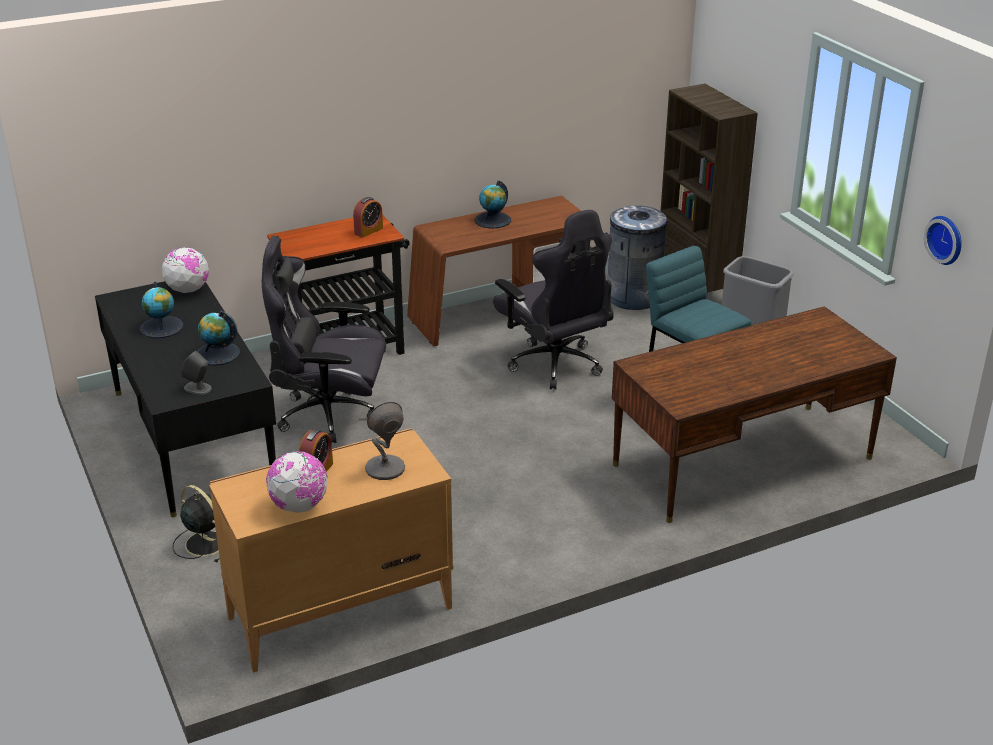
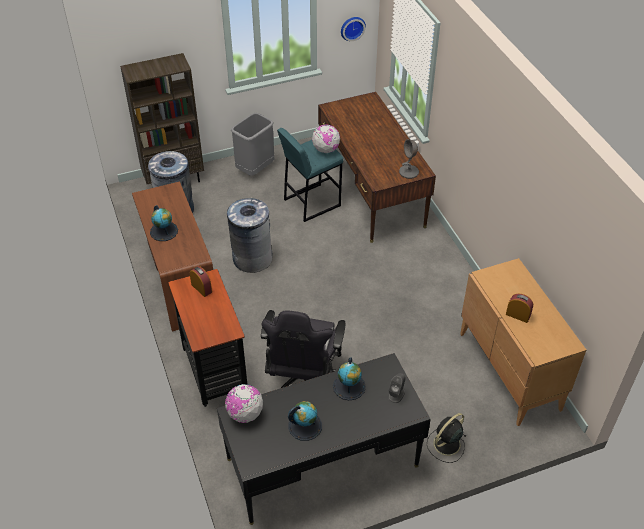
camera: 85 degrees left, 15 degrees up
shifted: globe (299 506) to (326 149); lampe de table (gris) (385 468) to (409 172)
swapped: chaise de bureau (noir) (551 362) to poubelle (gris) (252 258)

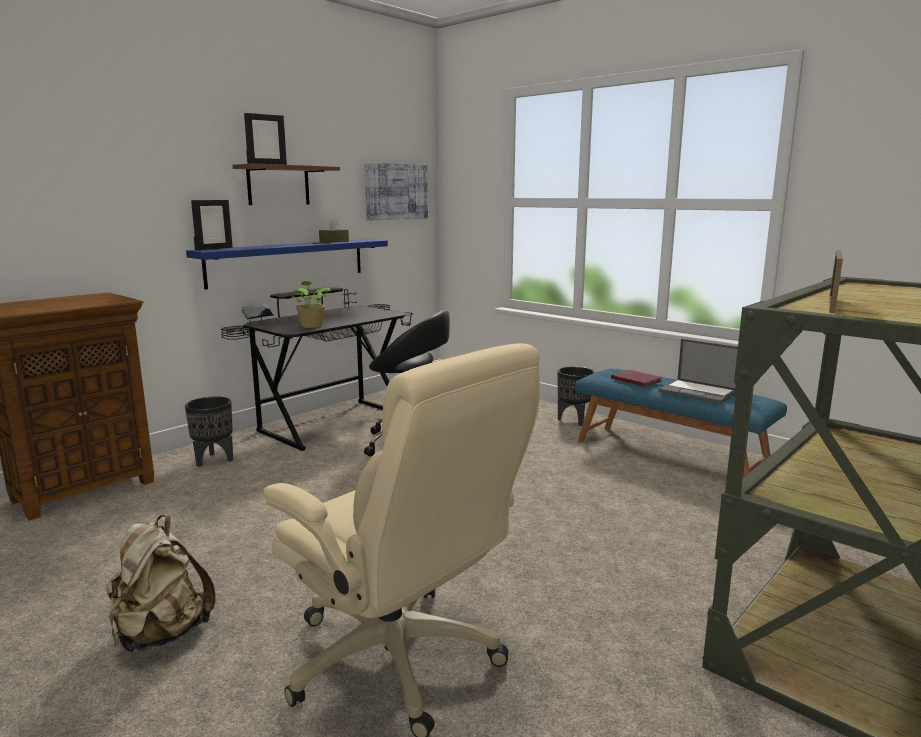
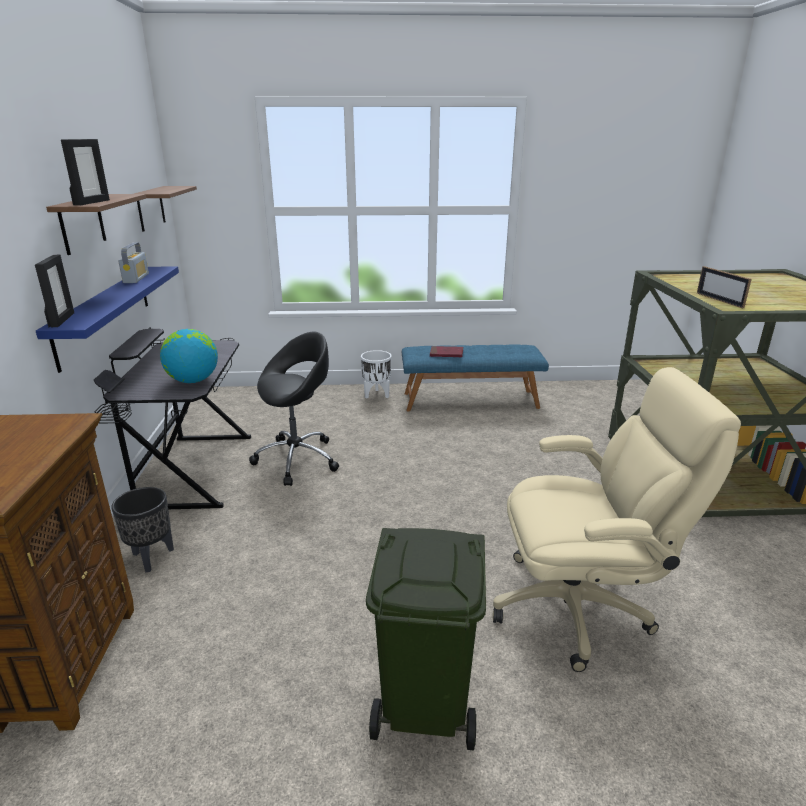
camera: 45 degrees left, 10 degrees up
gone: ordinateur portable (699 392)
swapped: boîte à mouchoirs (marron) (334 241) to radio (136 278); tableau (396 191) to étagère (150 208); plante en pot (311 326) to globe (193 381); sac à dos (beige) (161 634) to poubelle (vert) (427 703)
repainted: cache-pot (noir) (573 420) to cache-pot (blanc) (376 395)

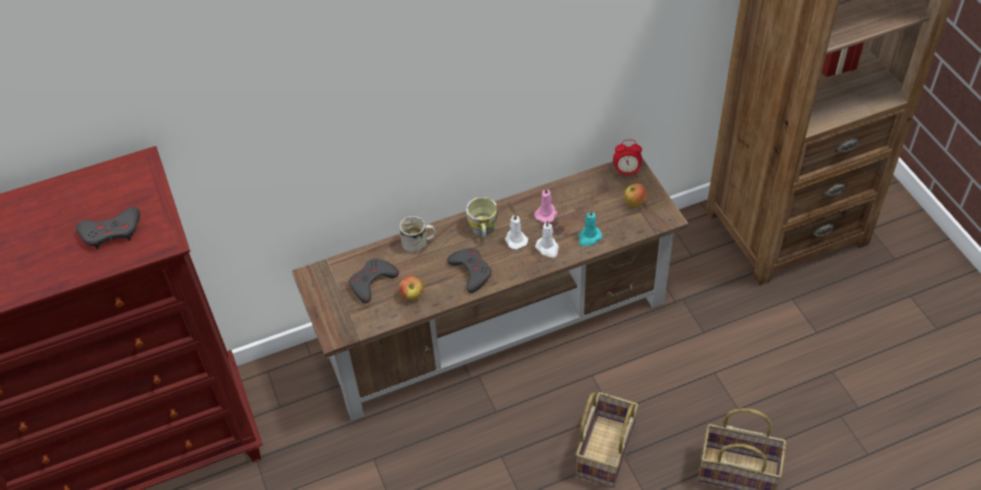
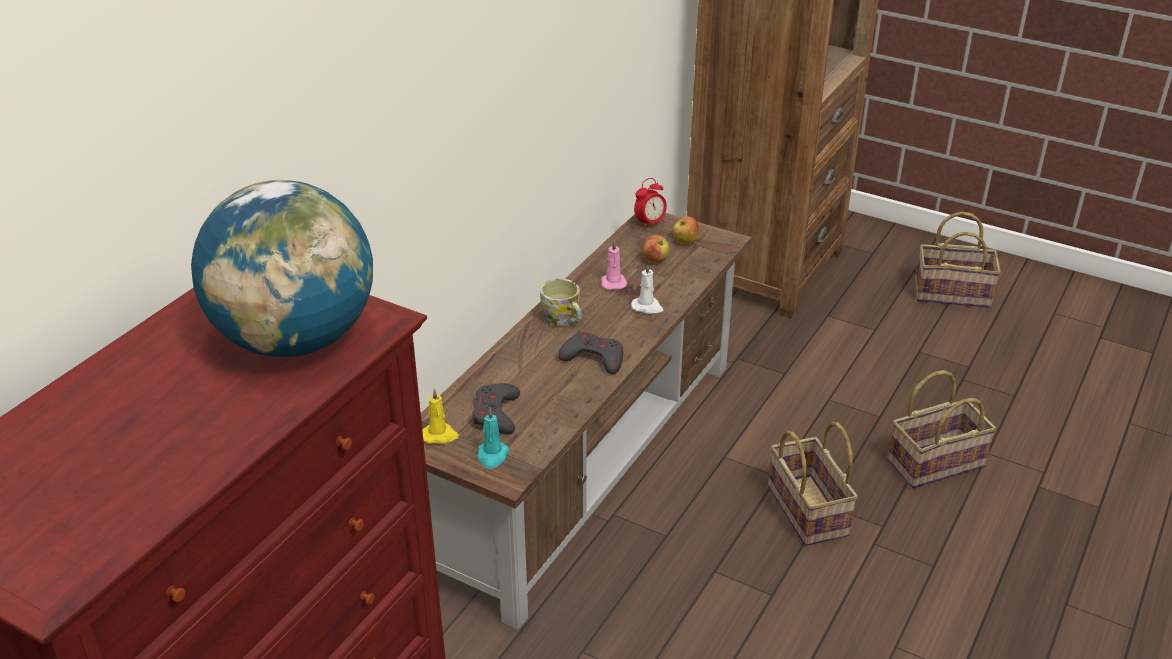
camera: 40 degrees left, 15 degrees down
gone: mug (blanc) (419 243); bougie (blanc) (515 240)
new: bougie (jaune) (440 435); panier (954 293)
shifted: bougie (turquoise) (589 237) to (492 456); pomme (412 295) to (655 260)
swapped: manette (gris) (111 232) to globe (296 341)

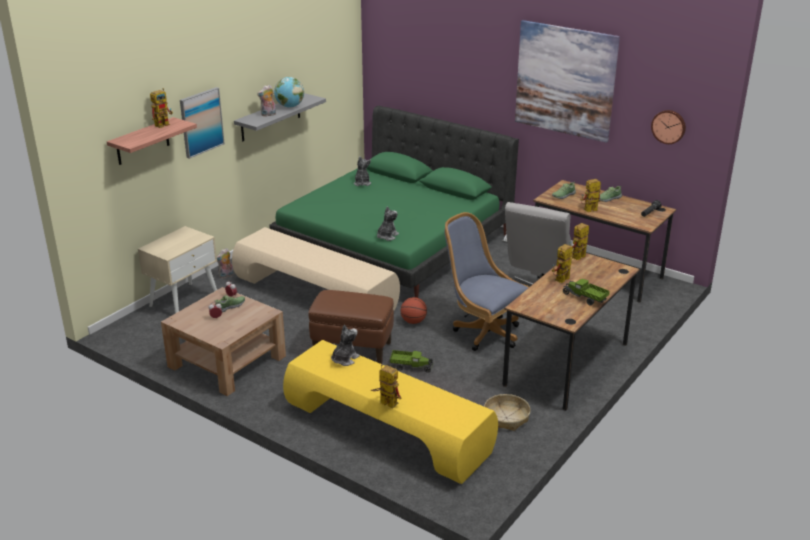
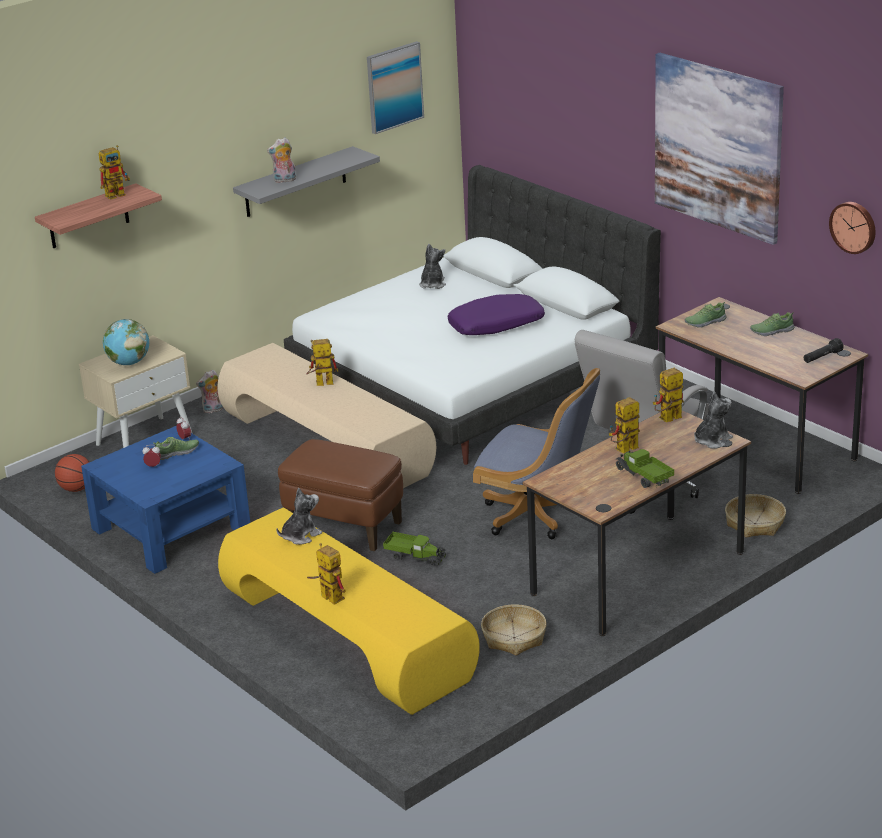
camera: 15 degrees right, 0 degrees up
new: coussin (violet) (496 325); panier (755 524)
shifted: ballon de basket (413 321) to (76 489); globe (289 106) to (129 363); robot jouet (588 211) to (320 384); tableau (201 122) to (394 87); peluche (387 236) to (711 440)
repainted: table basse (marron) (227 361) to table basse (bleu) (171 528); lit (vert) (395 243) to lit (blanc) (472 377)
rotated: chaise de bureau (bleu) (482 332) = (539 517) 150 degrees clockwise

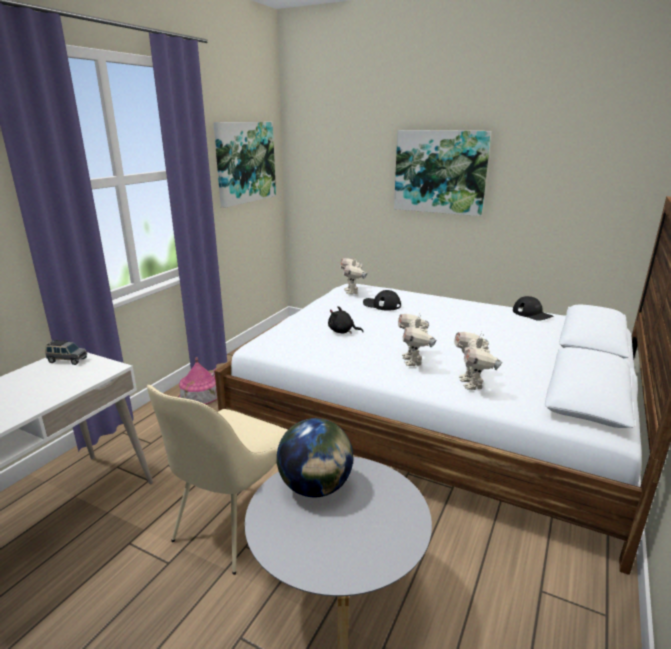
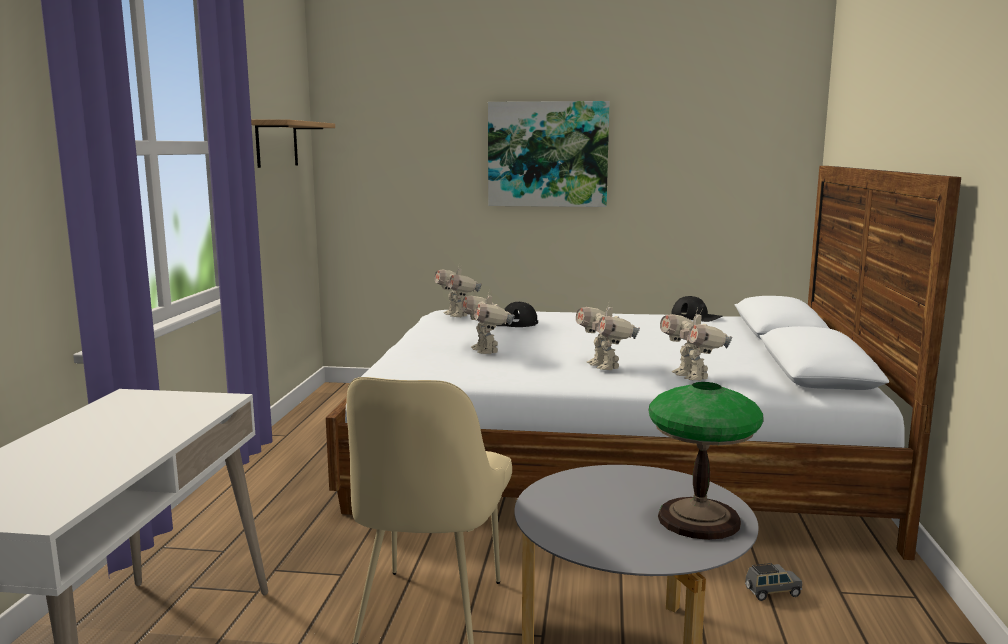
camera: 20 degrees left, 10 degrees down
gone: maison miniature (200 394); globe (316 487)
new: lampe de table (699 519)
shifted: petite voiture (gris) (67 360) to (772 593)
swapped: tableau (245 162) to étagère (277 144); peluche (noir) (342 331) to robot jouet (486 351)

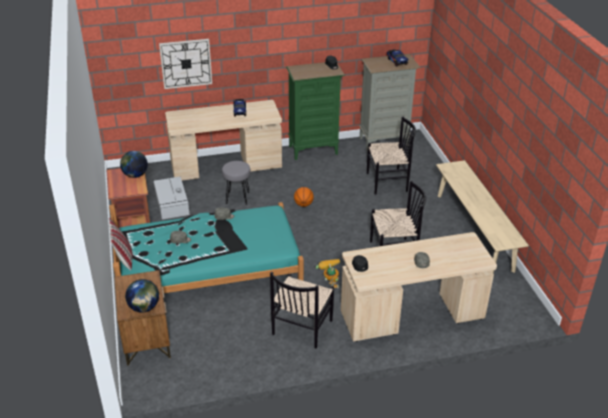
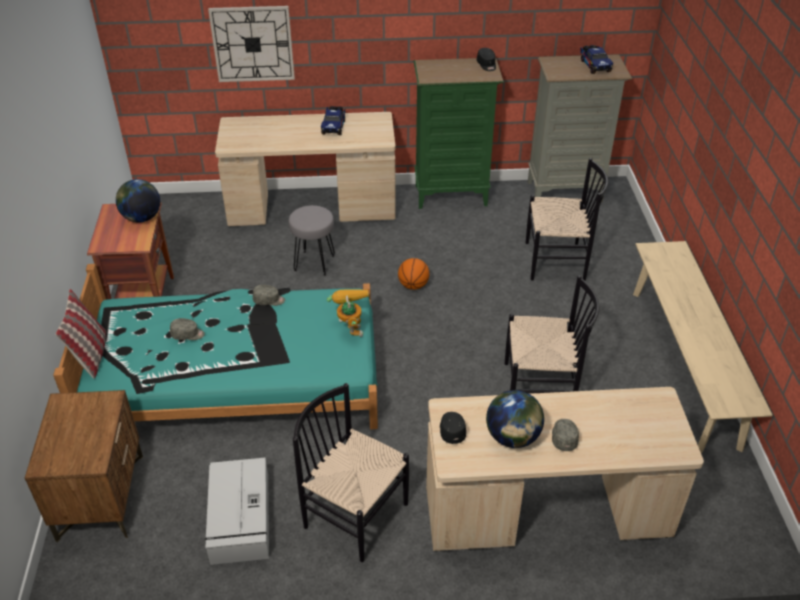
camera: 10 degrees right, 5 degrees up
shifted: boîte de rangement (gris) (172 203) to (240 519); robot jouet (329 283) to (350 327); globe (144 307) to (512 437)
rotated: chaise (noir) (301 329) = (352 513) 90 degrees clockwise

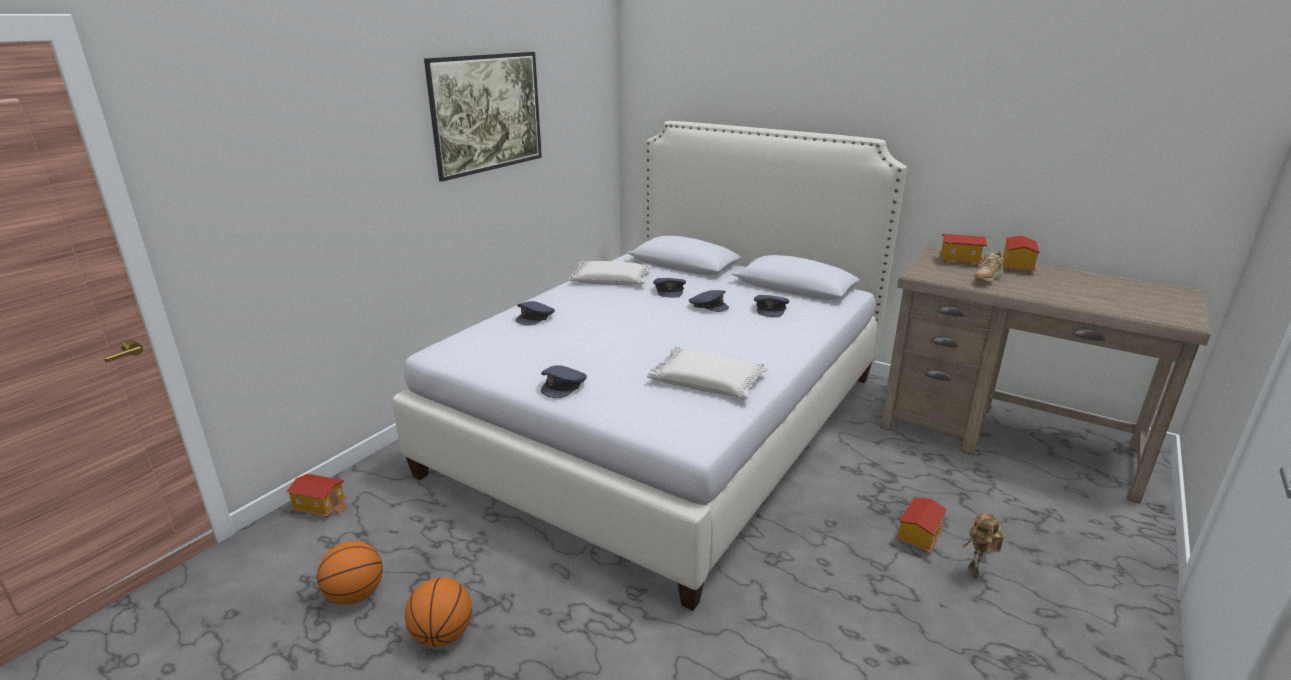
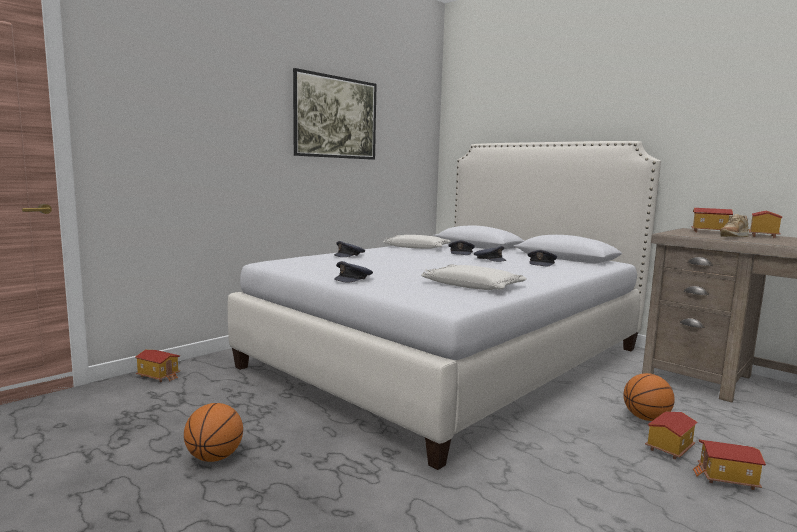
camera: 10 degrees right, 15 degrees down
shifted: ballon de basket (355 595) to (646 418)
swapped: robot jouet (975 573) to maison miniature (727 479)

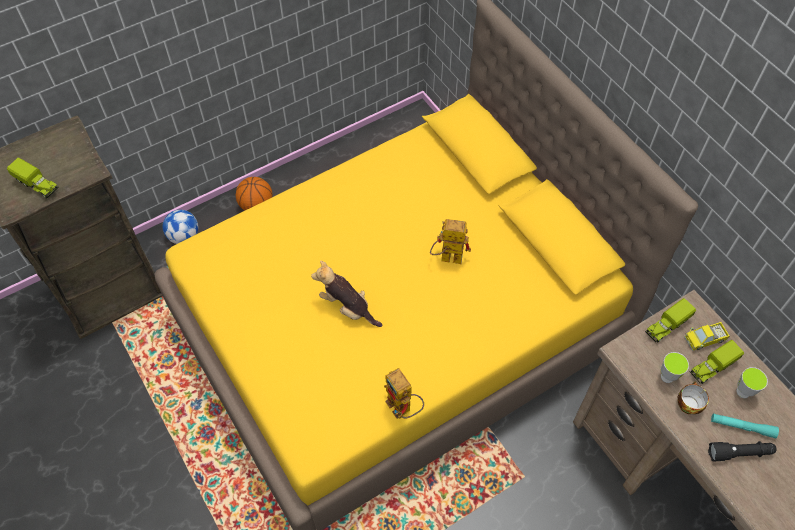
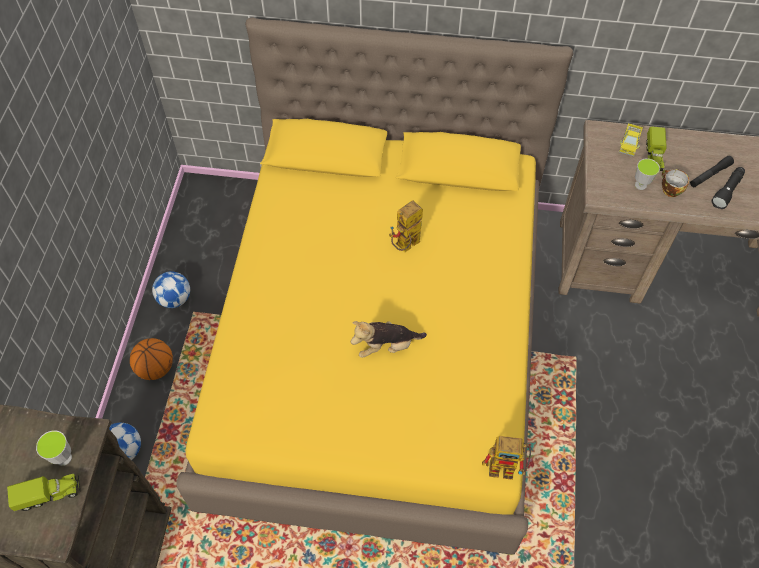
camera: 50 degrees left, 0 degrees up
gone: camion jouet (666 326)
new: ballon de foot (175 299)
shifted: tasse (743 392) to (64 458); robot jouet (403 409) to (507 467)
repainted: lampe de poche (turquoise) (742 427) to lampe de poche (noir) (710 175)

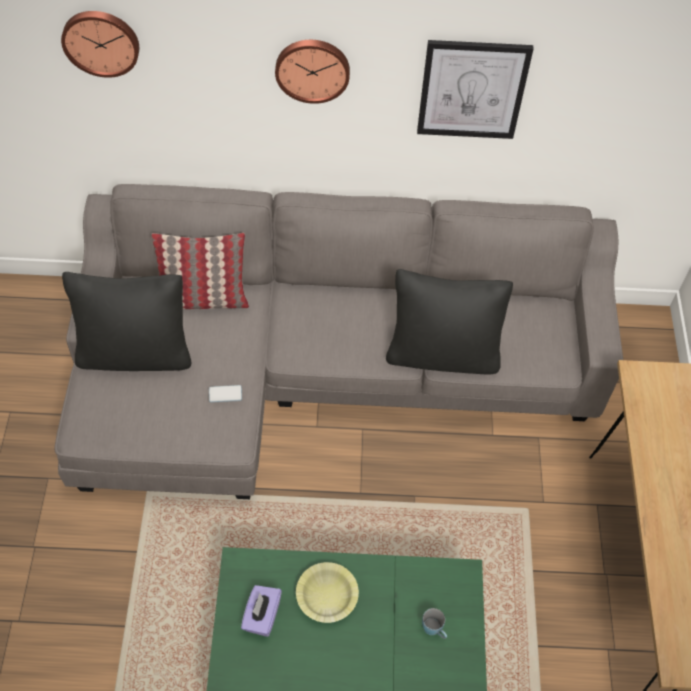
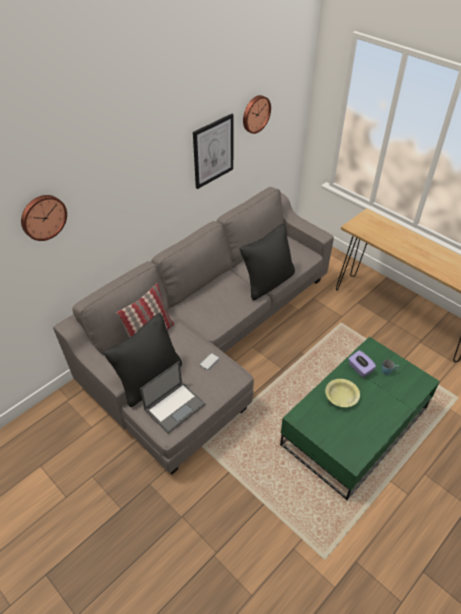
camera: 45 degrees left, 10 degrees down
new: ordinateur portable (175 406)
shifted: horloge murale (312 69) to (255 114); boîte à mouchoirs (violet) (262 616) to (360 369)

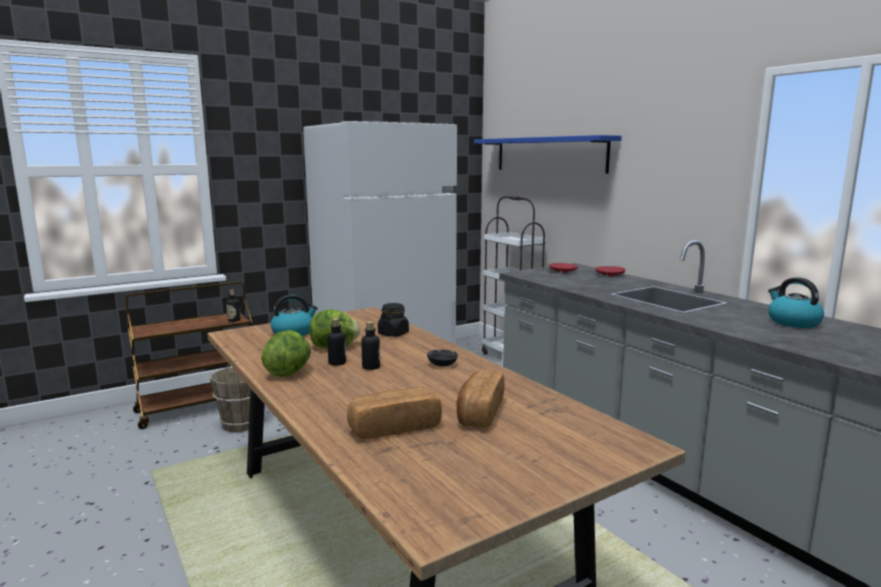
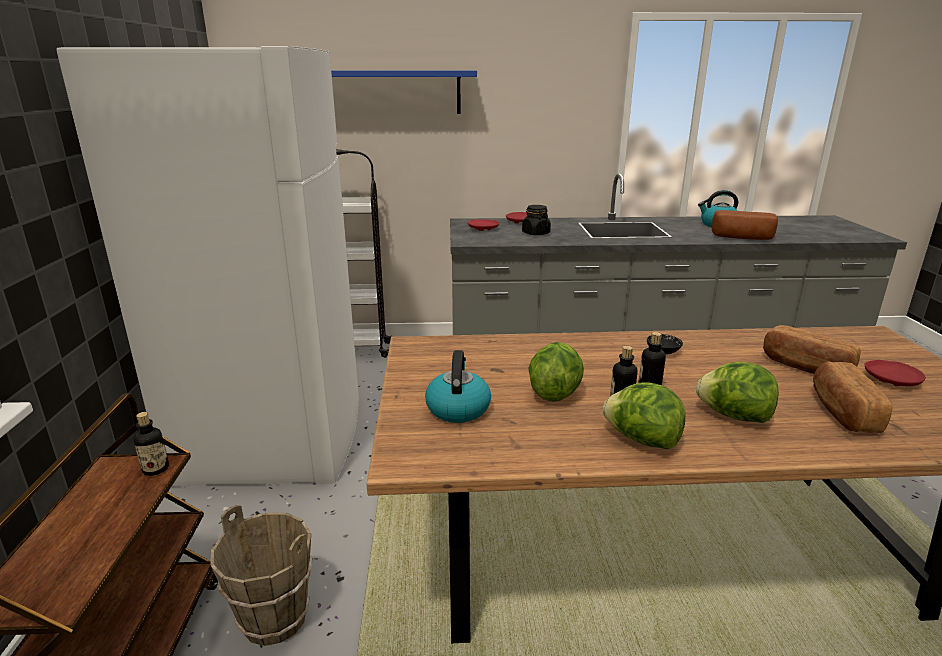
camera: 60 degrees left, 10 degrees up
new: laitue (733 416); pain (742 238); assiette (rouge) (891 380)
shifted: bocal (noir) (393 334) to (535 233)

